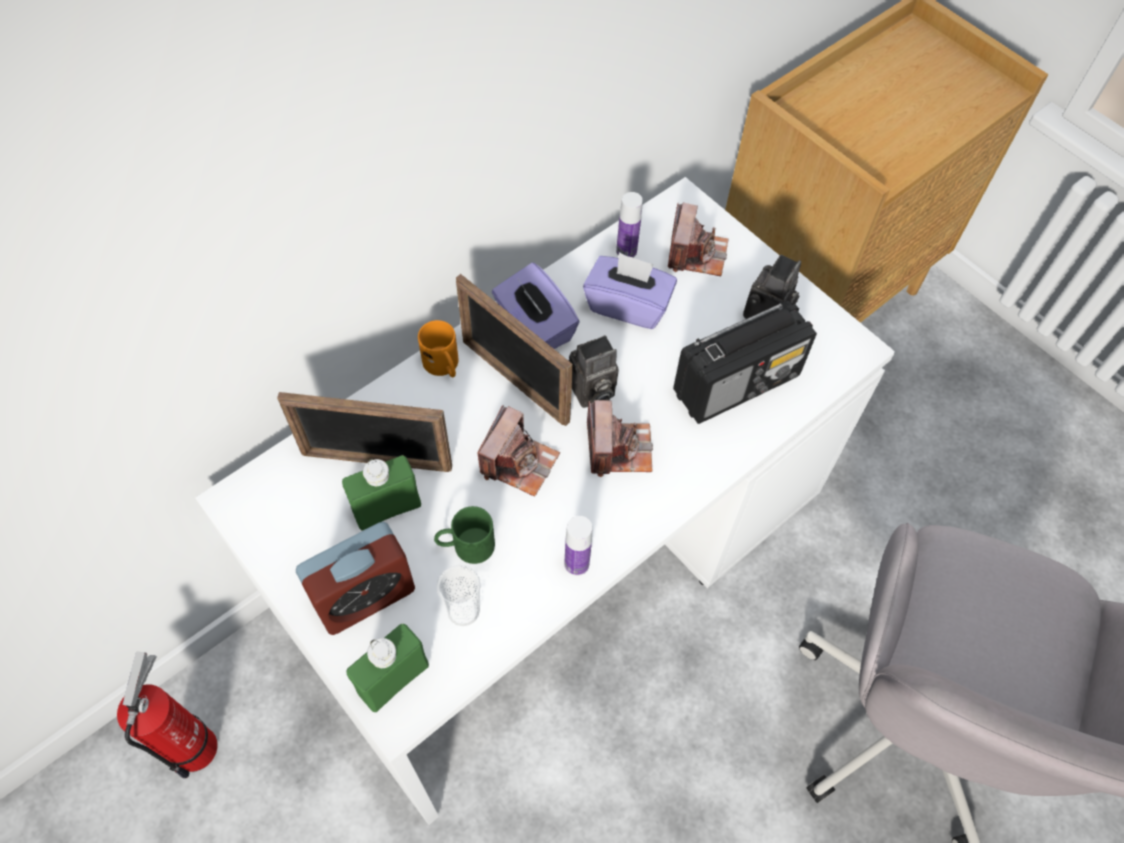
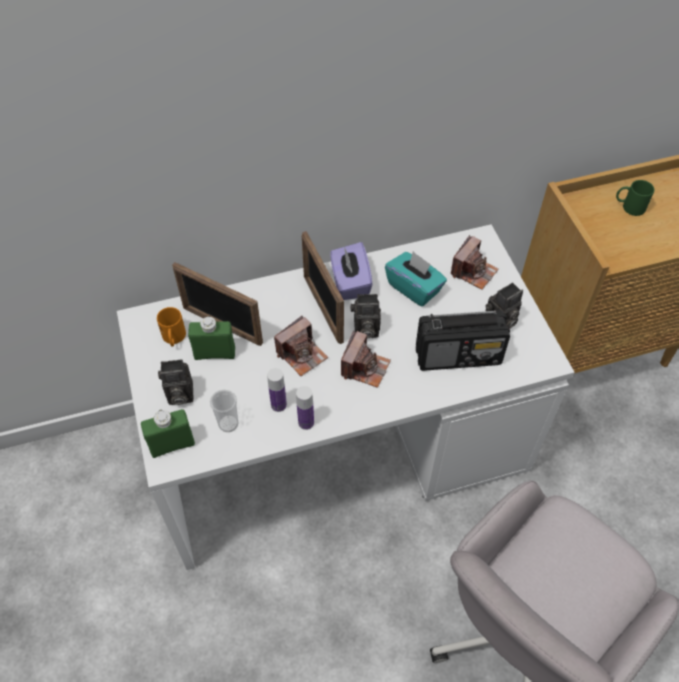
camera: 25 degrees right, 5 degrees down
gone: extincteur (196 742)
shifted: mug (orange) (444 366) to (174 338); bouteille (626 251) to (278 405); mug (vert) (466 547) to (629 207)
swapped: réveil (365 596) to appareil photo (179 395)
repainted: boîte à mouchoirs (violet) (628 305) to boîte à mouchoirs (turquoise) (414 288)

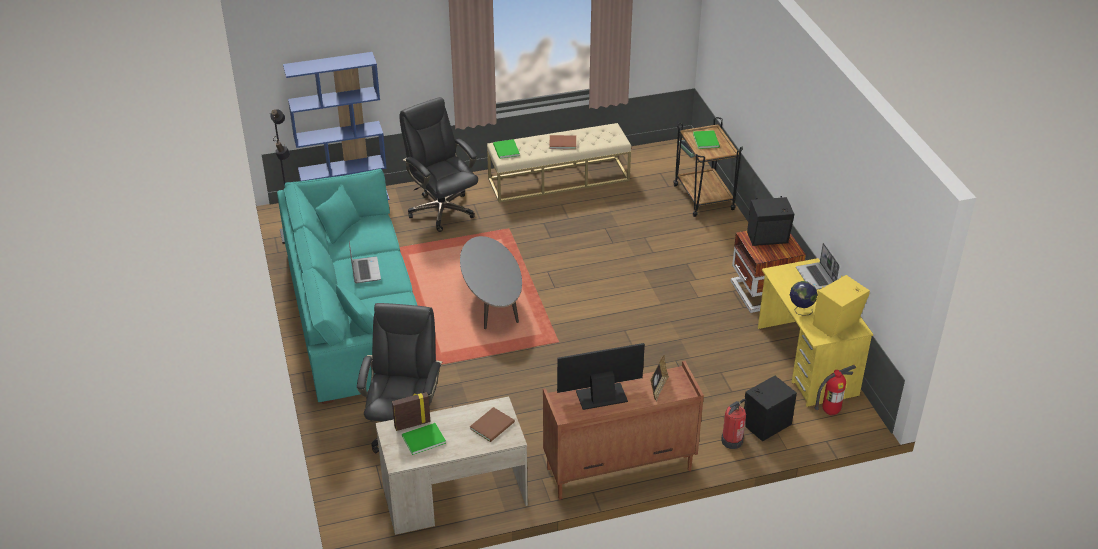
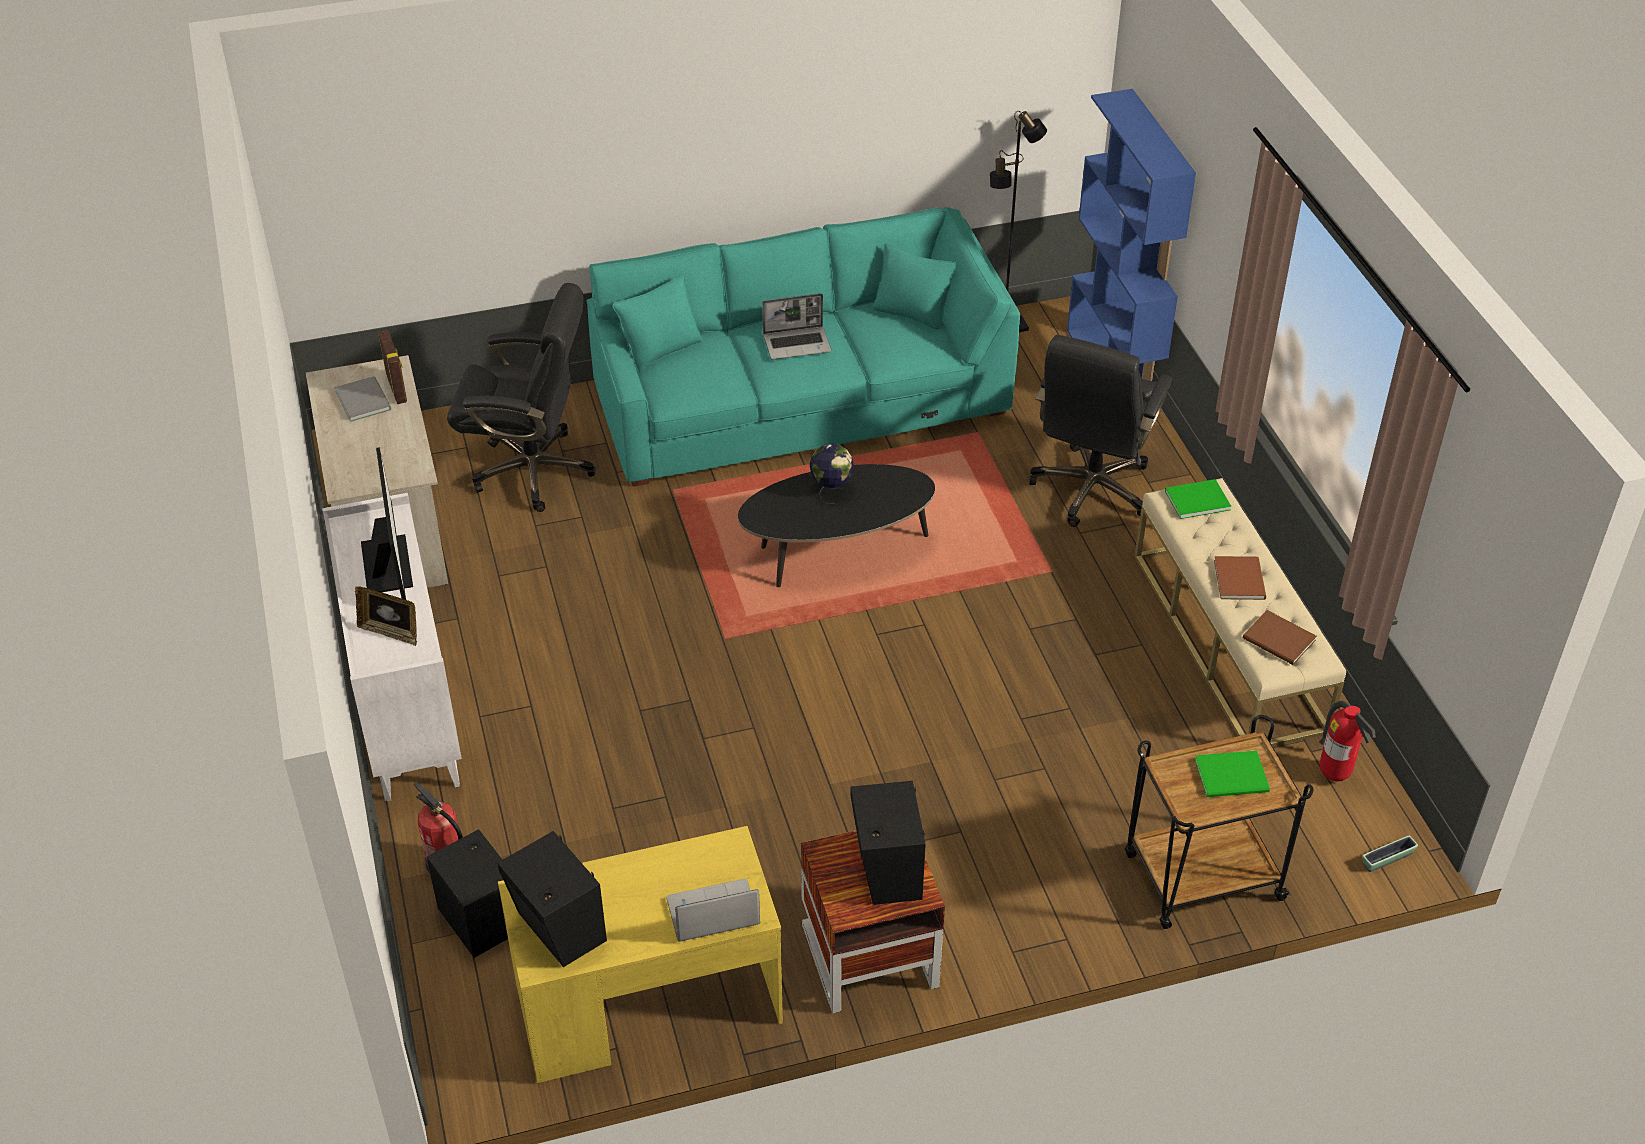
camera: 90 degrees right, 5 degrees up
shifted: globe (800 310) to (831 491); livre (marron) (493 425) to (1279 641); extincteur (830 412) to (1335 775)
repainted: meuble de rangement (marron) (618 469) to meuble de rangement (blanc) (407 708); livre (vert) (422 439) to livre (gris) (364 399); enceinte (jaune) (837 324) to enceinte (noir) (559 930)
rotated: chaise de bureau (noir) (443 212) = (1093 486) 150 degrees clockwise

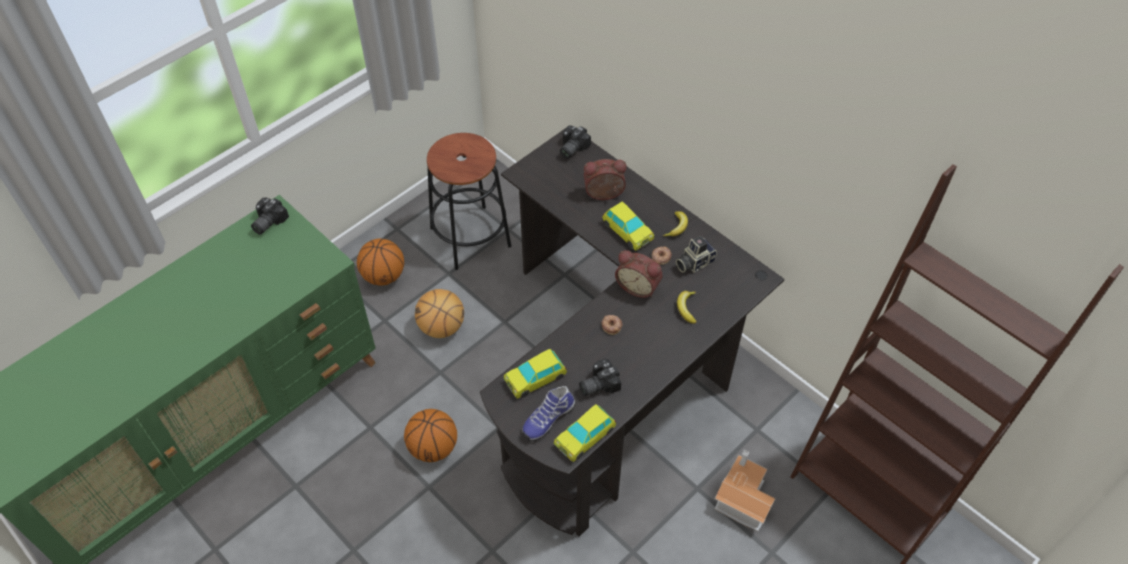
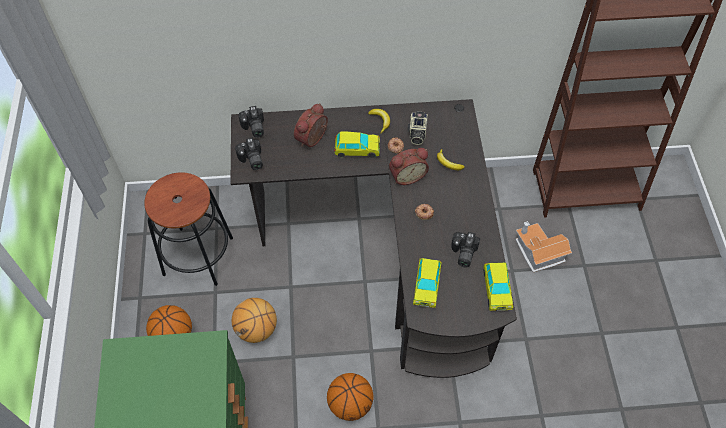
camera: 50 degrees left, 5 degrees up
gone: chaussure (547 418)
shifted: appareil photo (267 222) to (251 160)

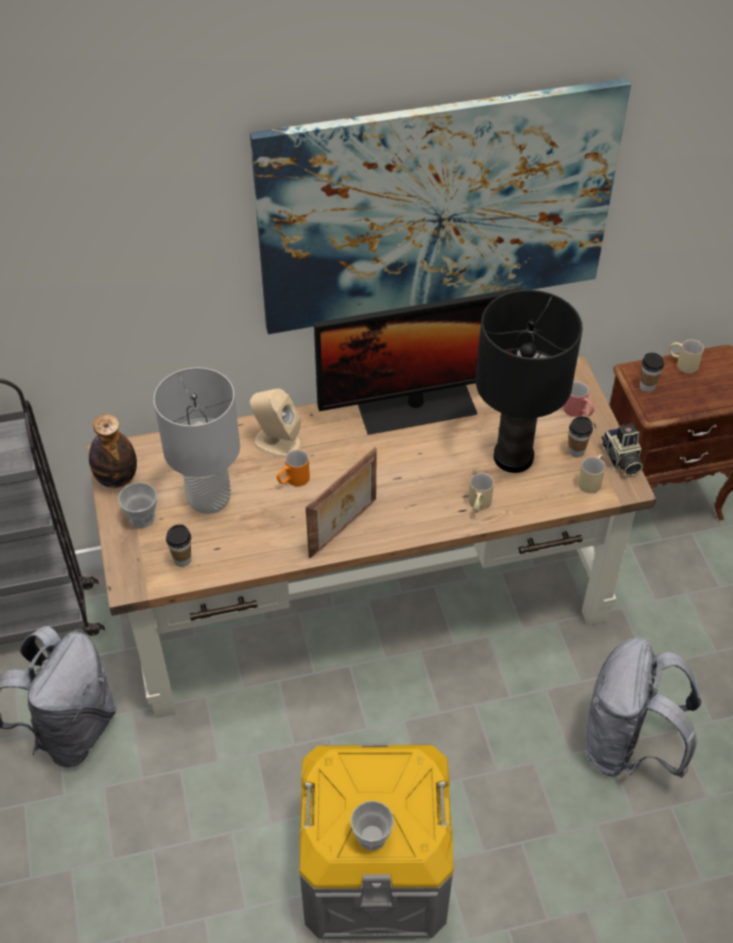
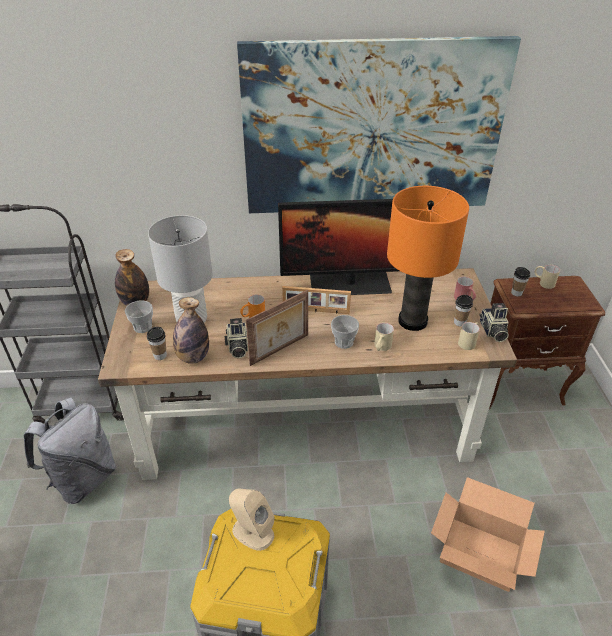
camera: 10 degrees right, 10 degrees down
new: bouteille (193 357); appareil photo (237 347); cadre photo (316 311)
shifted: enceinte (beige) (276 442) to (252 532); tasse (372 836) to (344 342)
swapped: sac à dos (gris) (628 746) to carton (480 554)
repainted: lampe de table (noir) (512 457) to lampe de table (orange) (412 321)

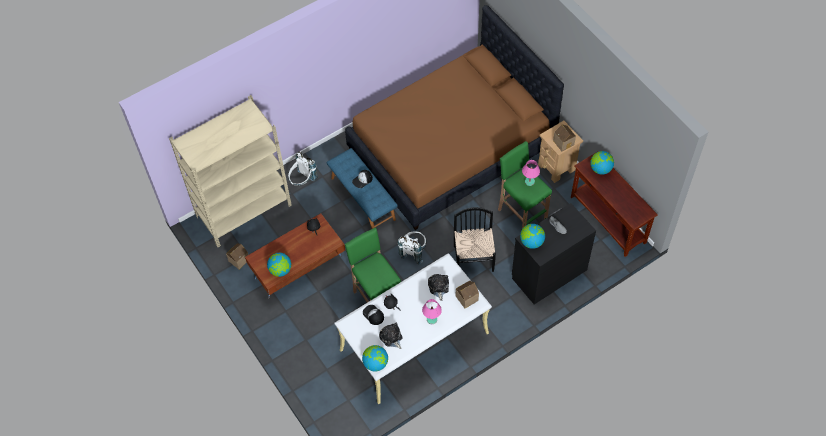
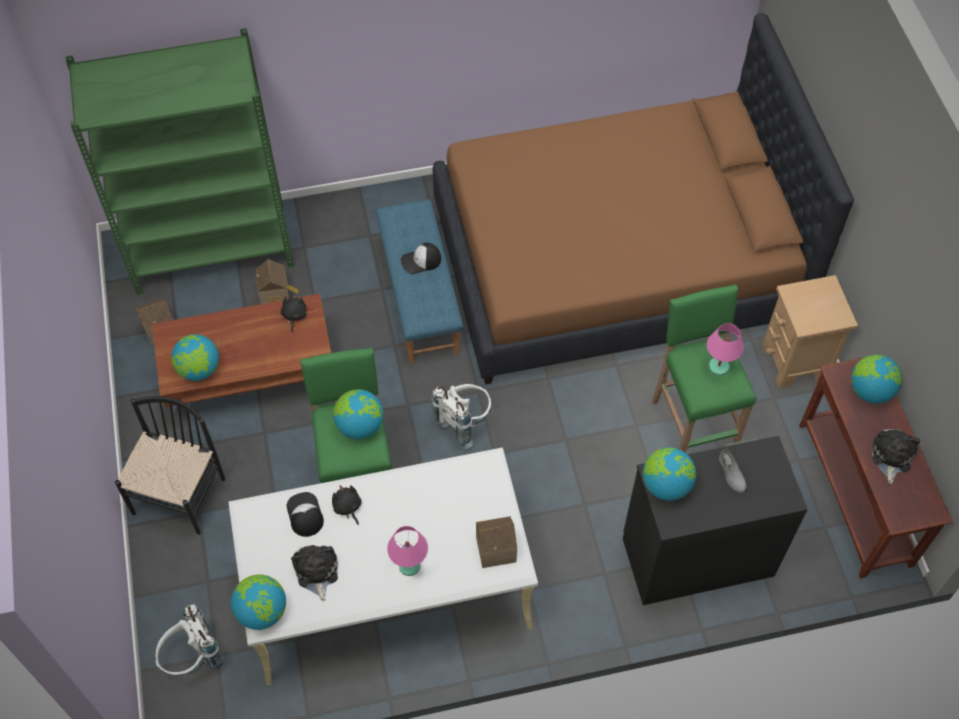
camera: 20 degrees right, 0 degrees up
new: globe (360 426)
shifted: chaise (noir) (473 257) to (181 493); sac à dos (blanc) (302 181) to (193 659); maison miniature (564 142) to (276 294); peluche (438 287) to (891 457)
repainted: bibliothèque (beige) (244 210) to bibliothèque (vert) (211 248)

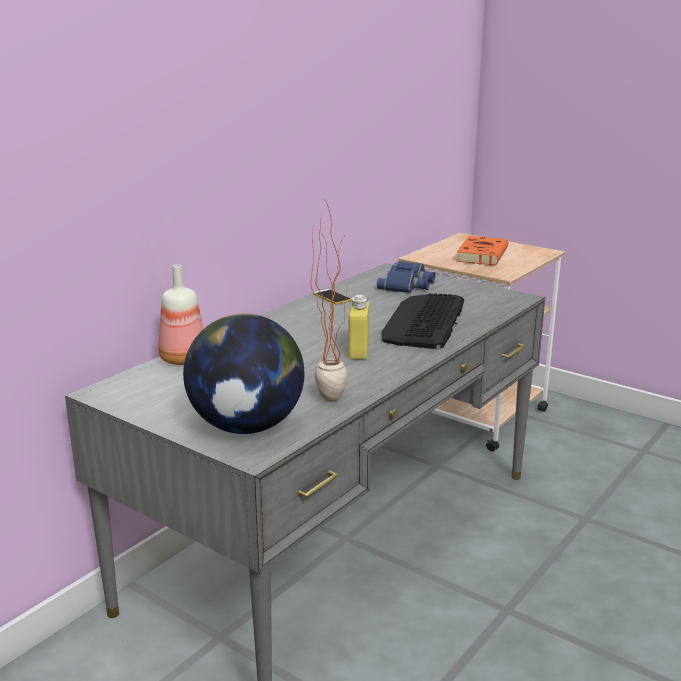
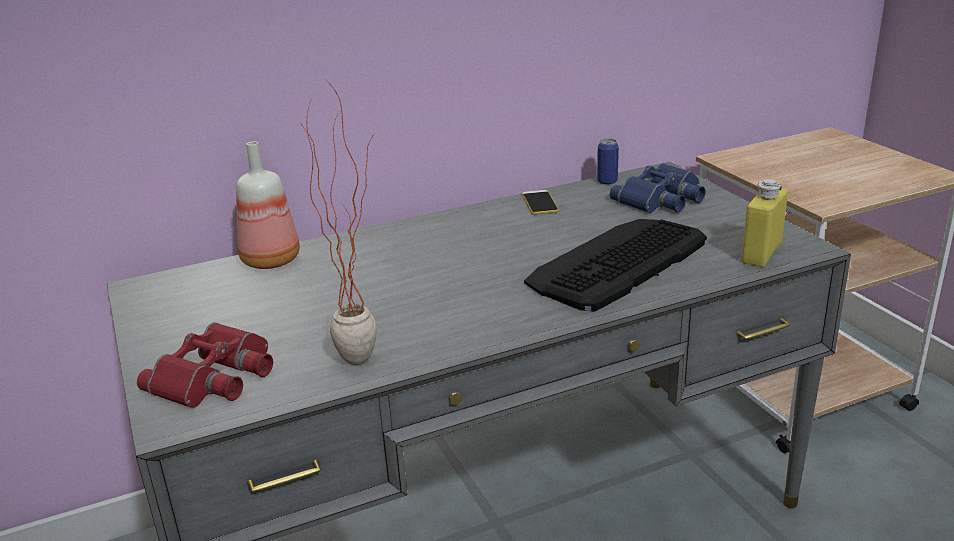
camera: 30 degrees right, 5 degrees up
gone: livre (orange) (482 255)
new: boîte métallique (607 181)
shifted: bouteille (jaune) (358 351) to (761 254)
swapped: globe (247 427) to jumelles (rouge) (216 377)

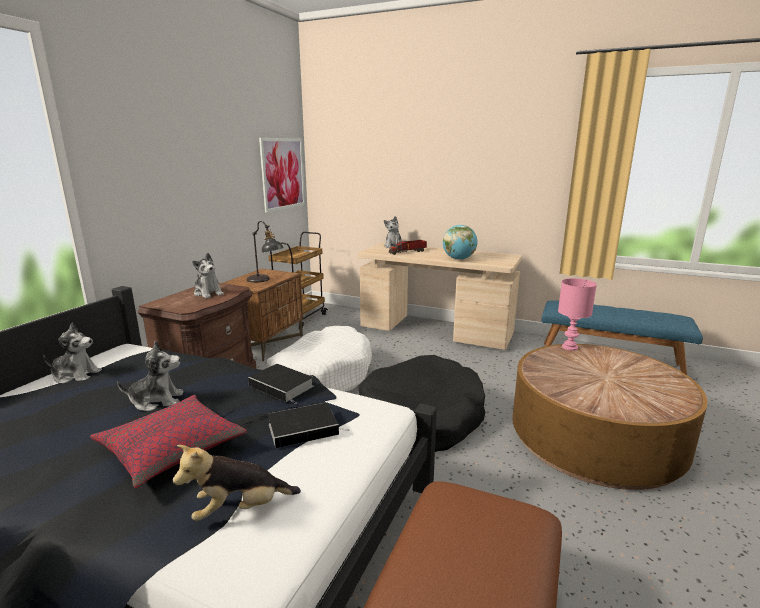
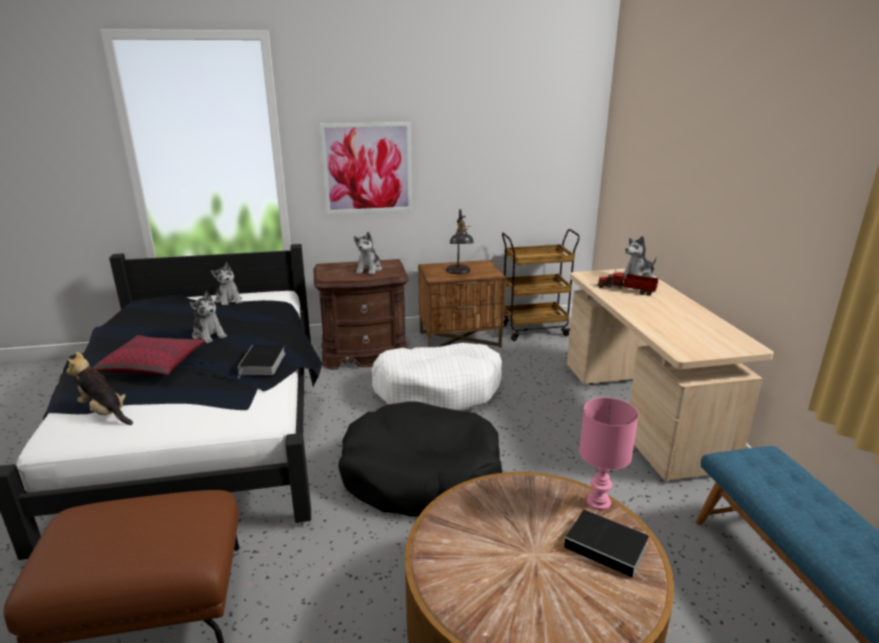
camera: 55 degrees right, 5 degrees up
gone: globe (459 259)
shifted: tableau (283 174) to (367 168); livre (305 428) to (608 547)

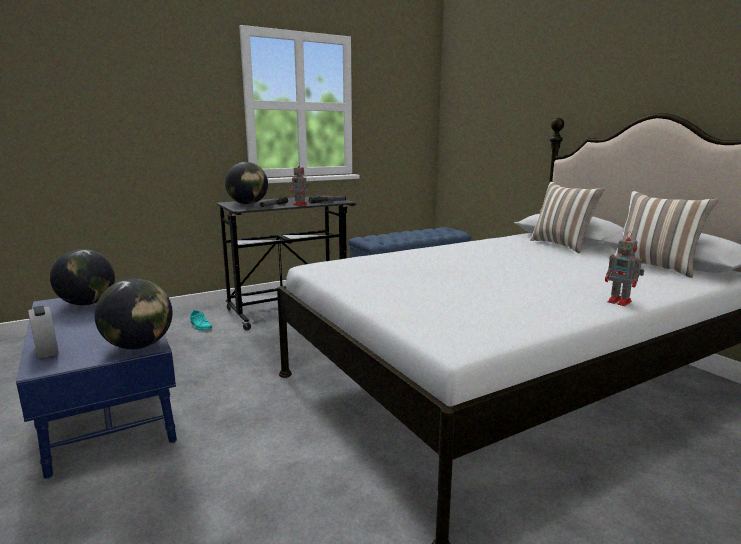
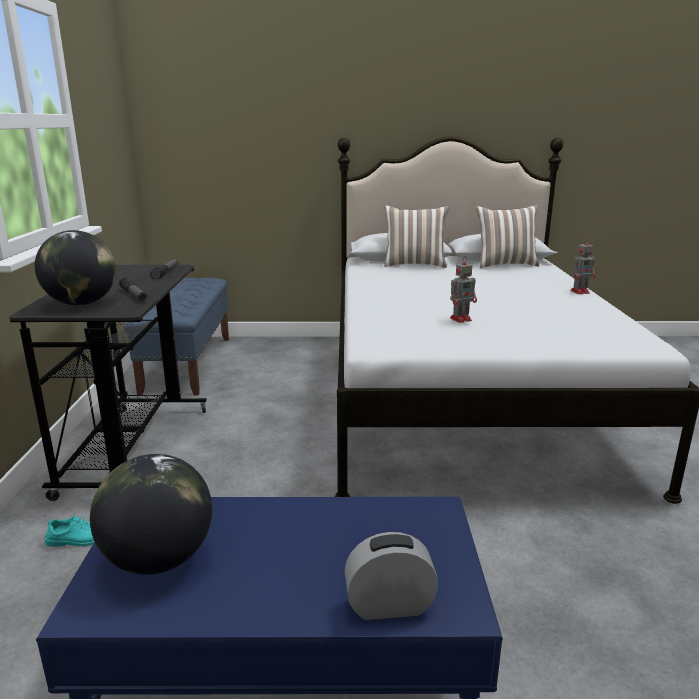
camera: 60 degrees left, 5 degrees up
gone: globe (139 346)
shifted: robot jouet (300 204) to (461 319)

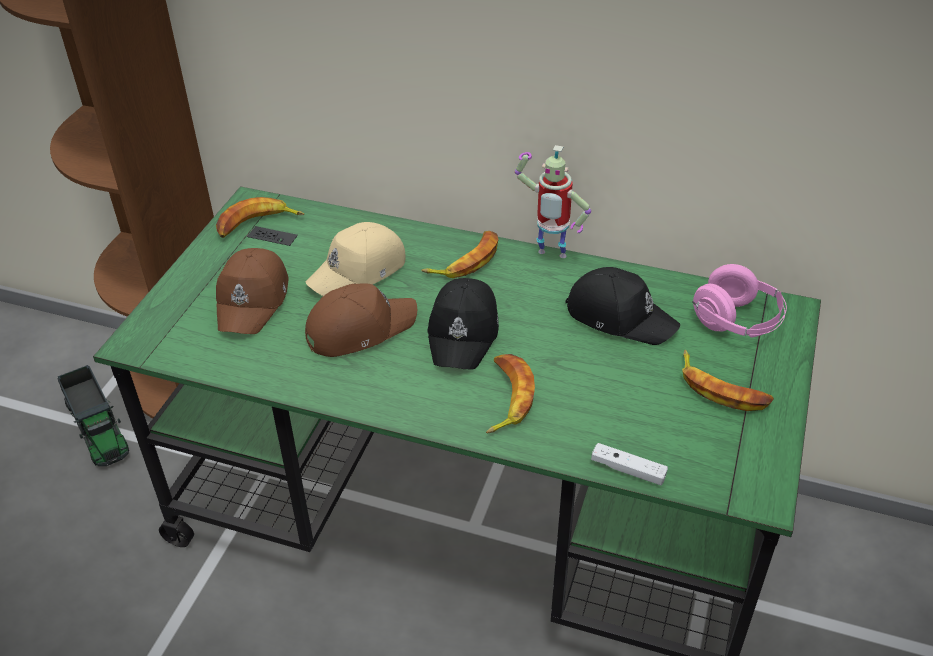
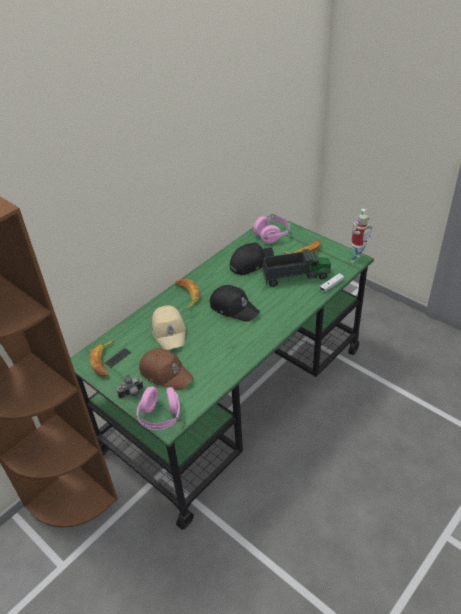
camera: 65 degrees left, 0 degrees up
gone: casquette (marron) (359 328); banane (506 397)
new: appareil photo (132 394); casque audio (rose) (160 417)
shifted: camion jouet (98 428) to (295 276); robot jouet (550 256) to (357 259)

